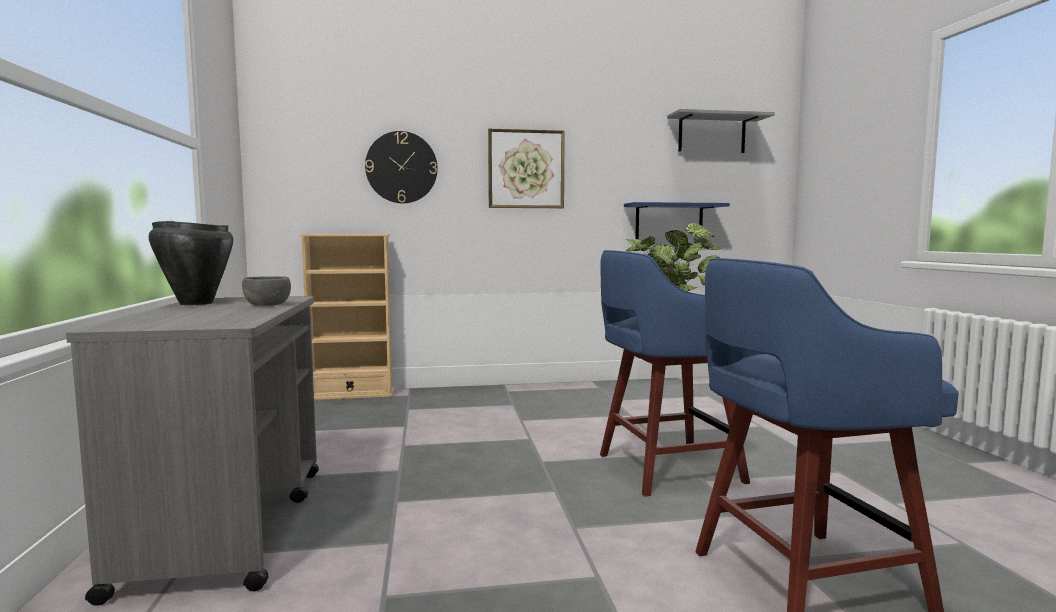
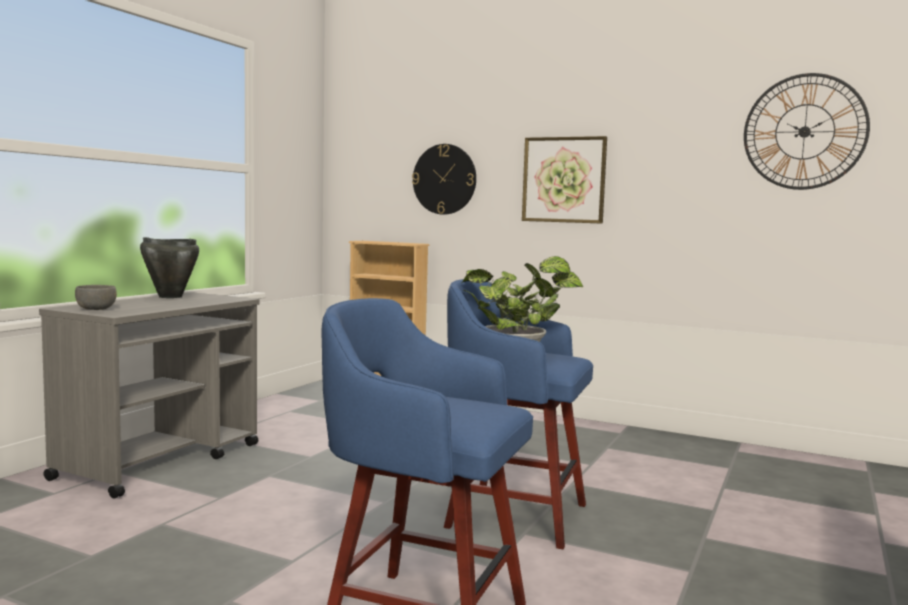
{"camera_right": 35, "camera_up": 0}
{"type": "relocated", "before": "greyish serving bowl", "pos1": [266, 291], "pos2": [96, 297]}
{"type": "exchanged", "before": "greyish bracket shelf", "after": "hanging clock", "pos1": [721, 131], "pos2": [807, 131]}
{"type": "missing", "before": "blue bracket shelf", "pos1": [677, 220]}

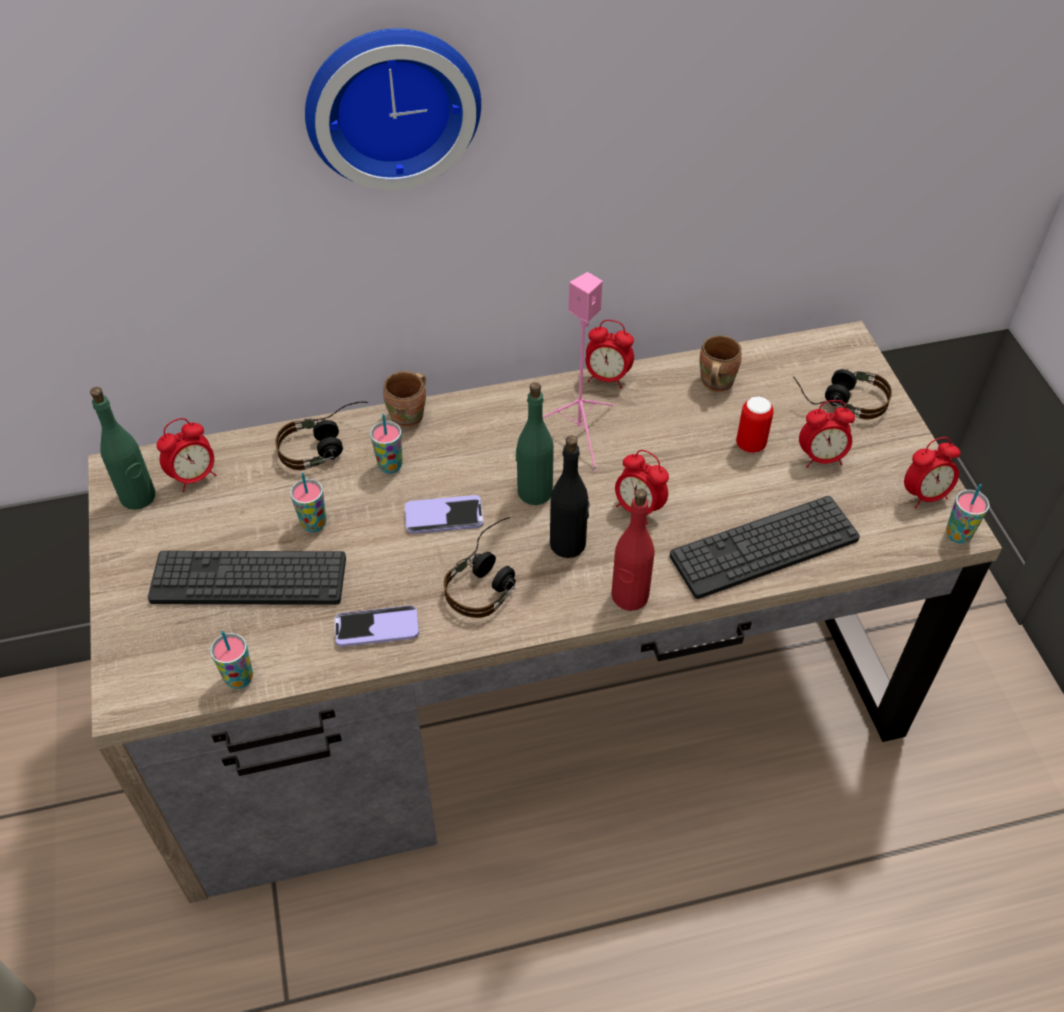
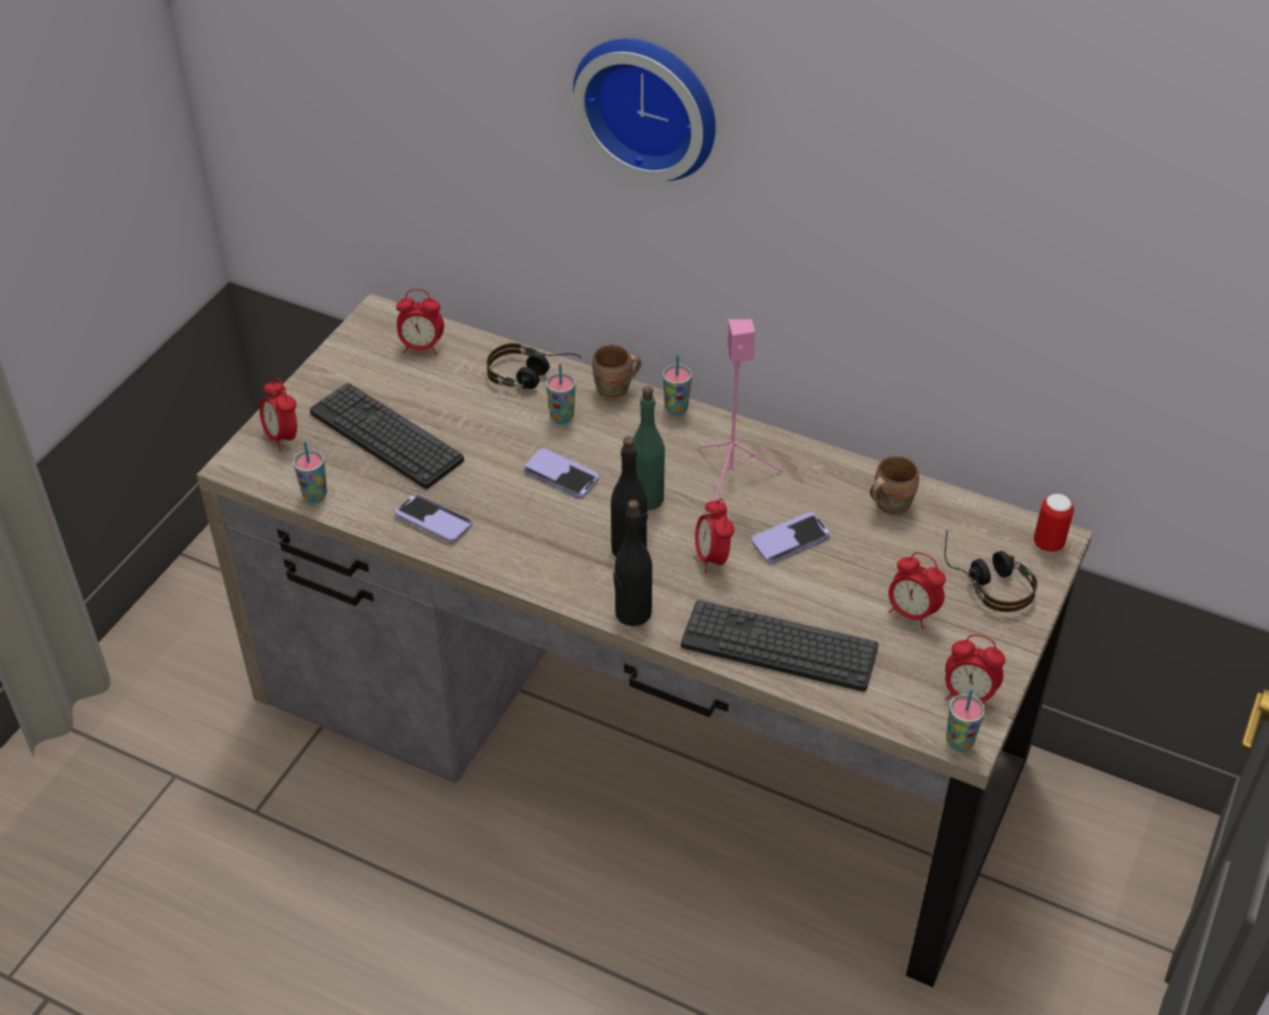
{"camera_right": 40, "camera_up": -5}
{"type": "relocated", "before": "alarm clock", "pos1": [610, 354], "pos2": [278, 414]}
{"type": "colour", "before": "red-coloured drink bottle", "after": "blackish drink bottle", "pos1": [633, 550], "pos2": [632, 563]}
{"type": "relocated", "before": "small cup", "pos1": [308, 502], "pos2": [677, 385]}
{"type": "appeared", "after": "handset", "pos2": [791, 538]}
{"type": "relocated", "before": "sealed can", "pos1": [755, 424], "pos2": [1054, 523]}
{"type": "missing", "before": "green-coloured drink bottle", "pos1": [122, 448]}
{"type": "missing", "before": "headset", "pos1": [480, 567]}

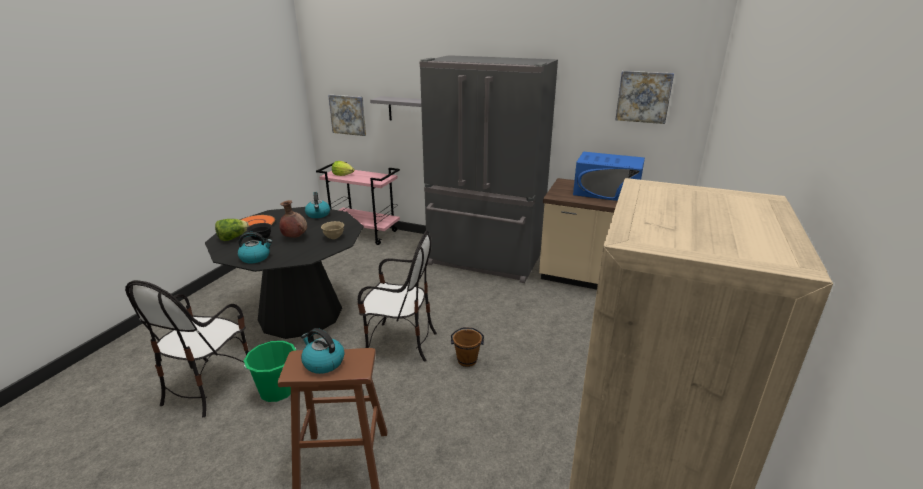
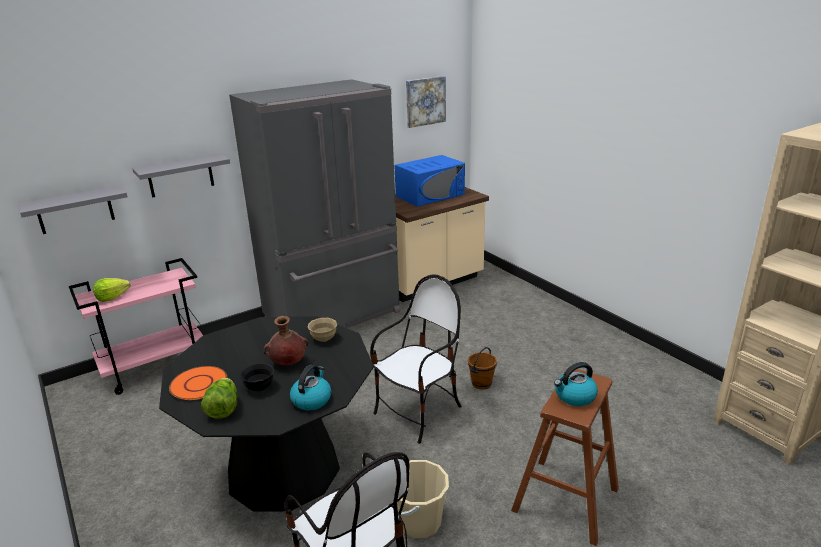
{"camera_right": -55, "camera_up": 0}
{"type": "exchanged", "before": "wall art", "after": "greyish bracket shelf", "pos1": [347, 115], "pos2": [73, 209]}
{"type": "colour", "before": "green-coloured pail", "after": "beige pail", "pos1": [270, 371], "pos2": [420, 499]}
{"type": "missing", "before": "water kettle", "pos1": [317, 205]}

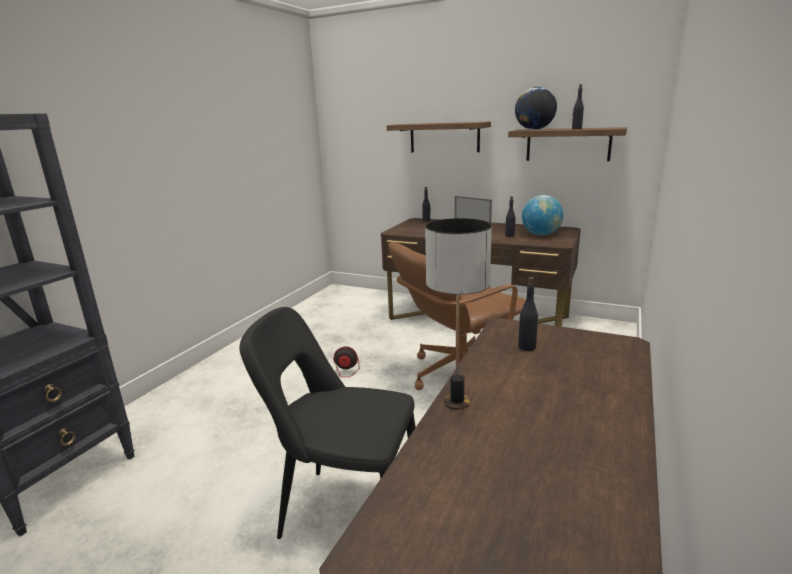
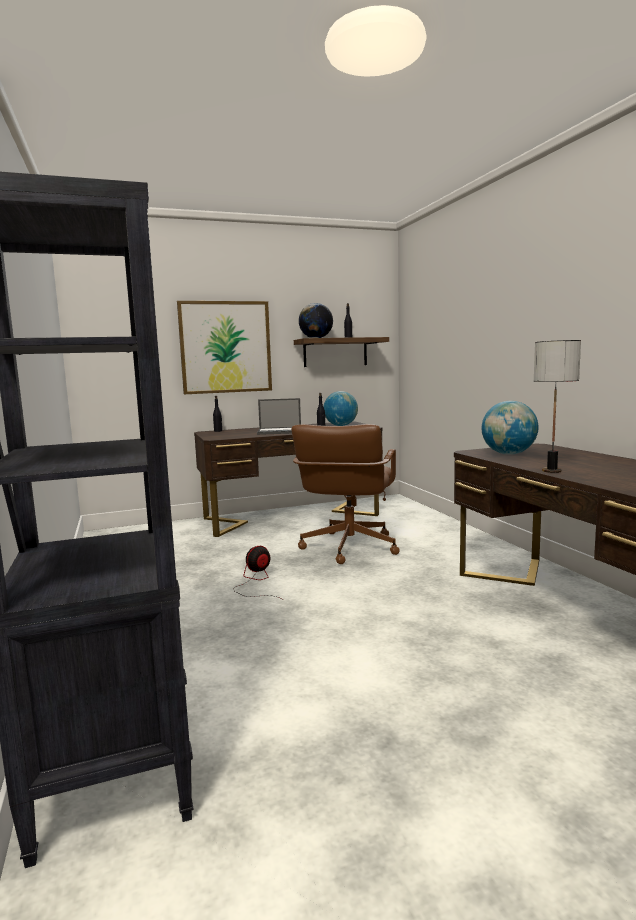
{"camera_right": -45, "camera_up": -10}
{"type": "exchanged", "before": "bracket shelf", "after": "wall art", "pos1": [439, 137], "pos2": [224, 347]}
{"type": "exchanged", "before": "blackish drink bottle", "after": "desk globe", "pos1": [528, 314], "pos2": [510, 428]}
{"type": "missing", "before": "blackish plain chair", "pos1": [327, 423]}

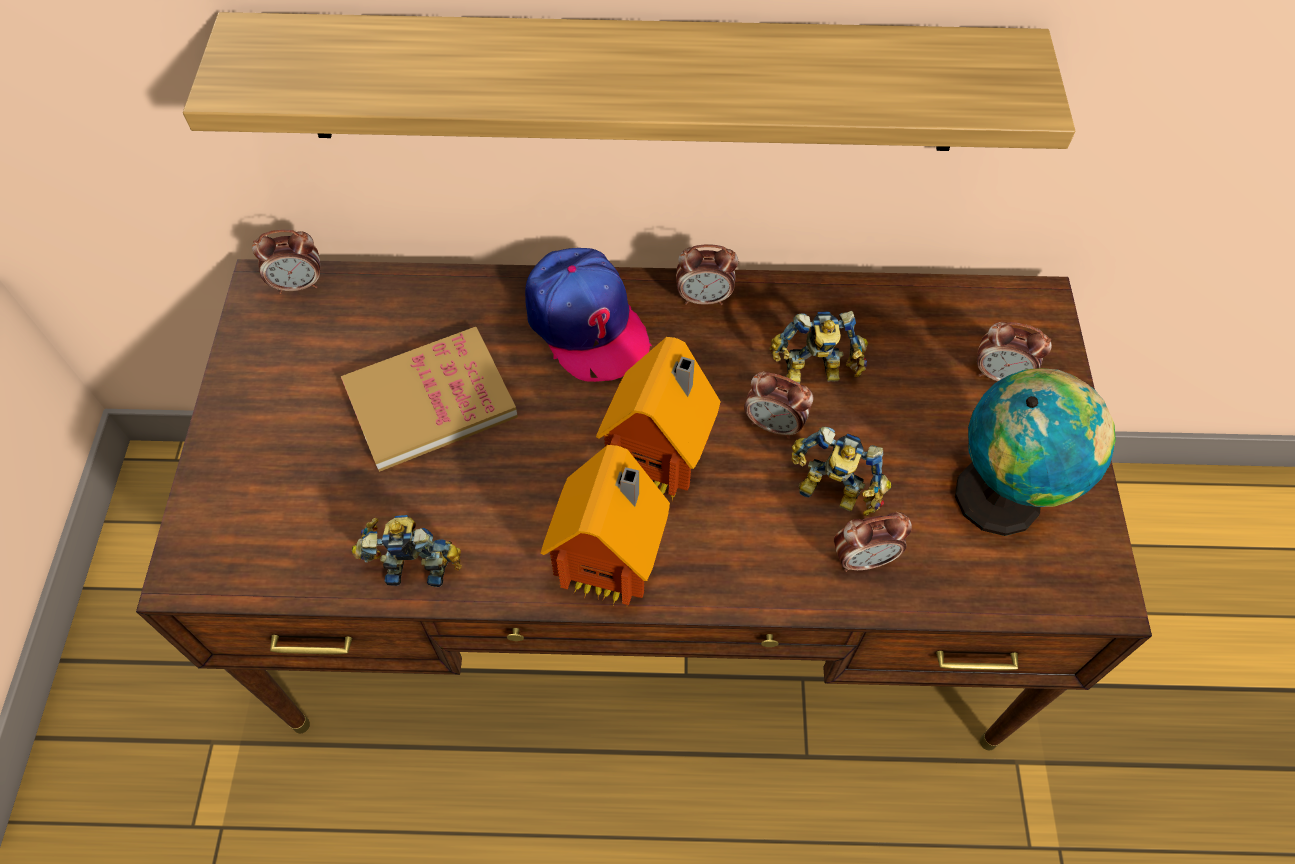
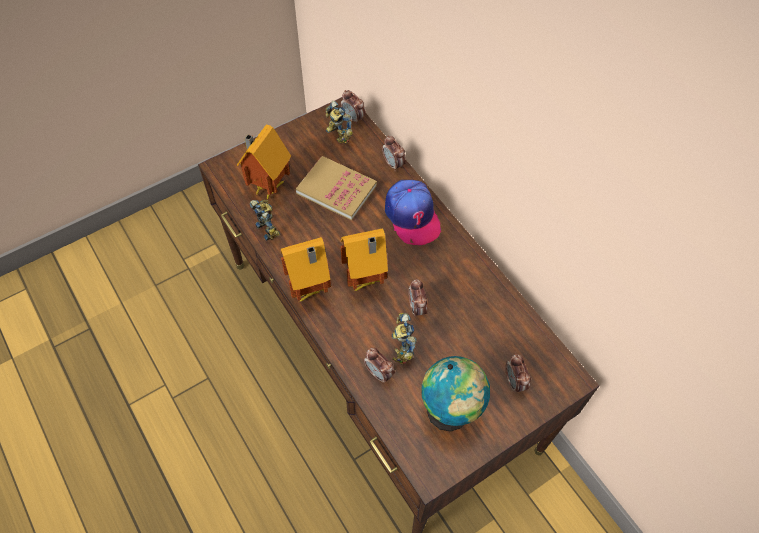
{"camera_right": 55, "camera_up": 0}
{"type": "appeared", "after": "model house", "pos2": [264, 162]}
{"type": "relocated", "before": "toy robot", "pos1": [818, 347], "pos2": [339, 122]}
{"type": "relocated", "before": "alarm clock", "pos1": [707, 275], "pos2": [394, 153]}
{"type": "spun", "before": "peaked cap", "pos1": [588, 315], "pos2": [413, 212], "turn": -45}
{"type": "missing", "before": "bracket shelf", "pos1": [629, 81]}

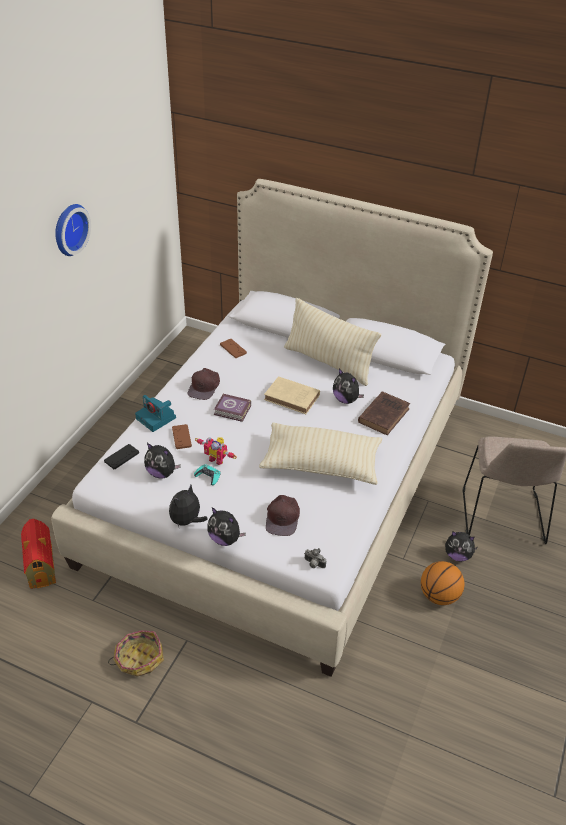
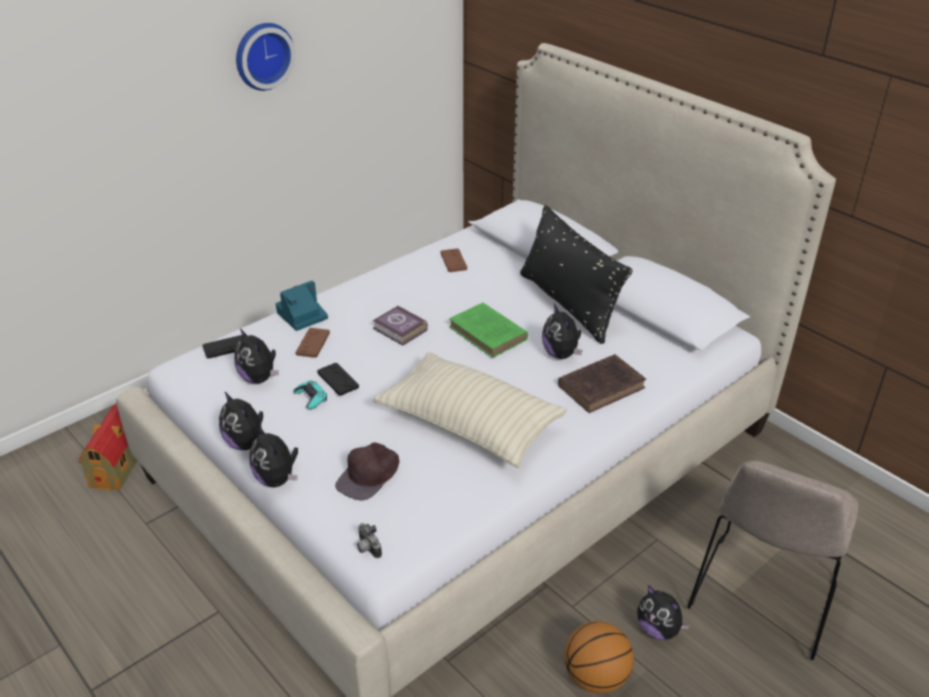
{"camera_right": 25, "camera_up": -5}
{"type": "spun", "before": "plush toy", "pos1": [188, 506], "pos2": [241, 420], "turn": -105}
{"type": "spun", "before": "photo camera", "pos1": [155, 413], "pos2": [302, 306], "turn": 75}
{"type": "exchanged", "before": "toy robot", "after": "blackish joypad", "pos1": [216, 451], "pos2": [338, 379]}
{"type": "colour", "before": "beige volume", "after": "green-coloured volume", "pos1": [292, 395], "pos2": [488, 330]}
{"type": "colour", "before": "beige pillow", "after": "blackish pillow", "pos1": [332, 342], "pos2": [576, 274]}
{"type": "missing", "before": "storage basket", "pos1": [136, 653]}
{"type": "missing", "before": "brown peaked cap", "pos1": [204, 384]}

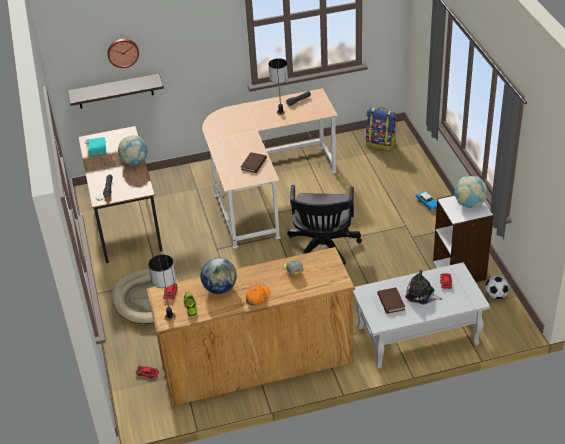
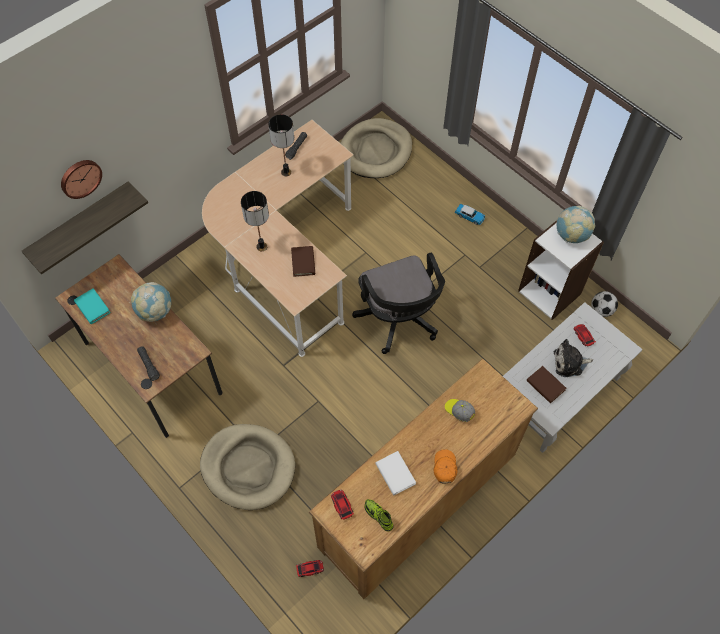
{"camera_right": -30, "camera_up": 20}
{"type": "relocated", "before": "table lamp", "pos1": [162, 287], "pos2": [255, 221]}
{"type": "exchanged", "before": "backpack", "after": "beige pet bed", "pos1": [381, 128], "pos2": [376, 148]}
{"type": "exchanged", "before": "desk globe", "after": "white-coloured volume", "pos1": [218, 276], "pos2": [395, 473]}

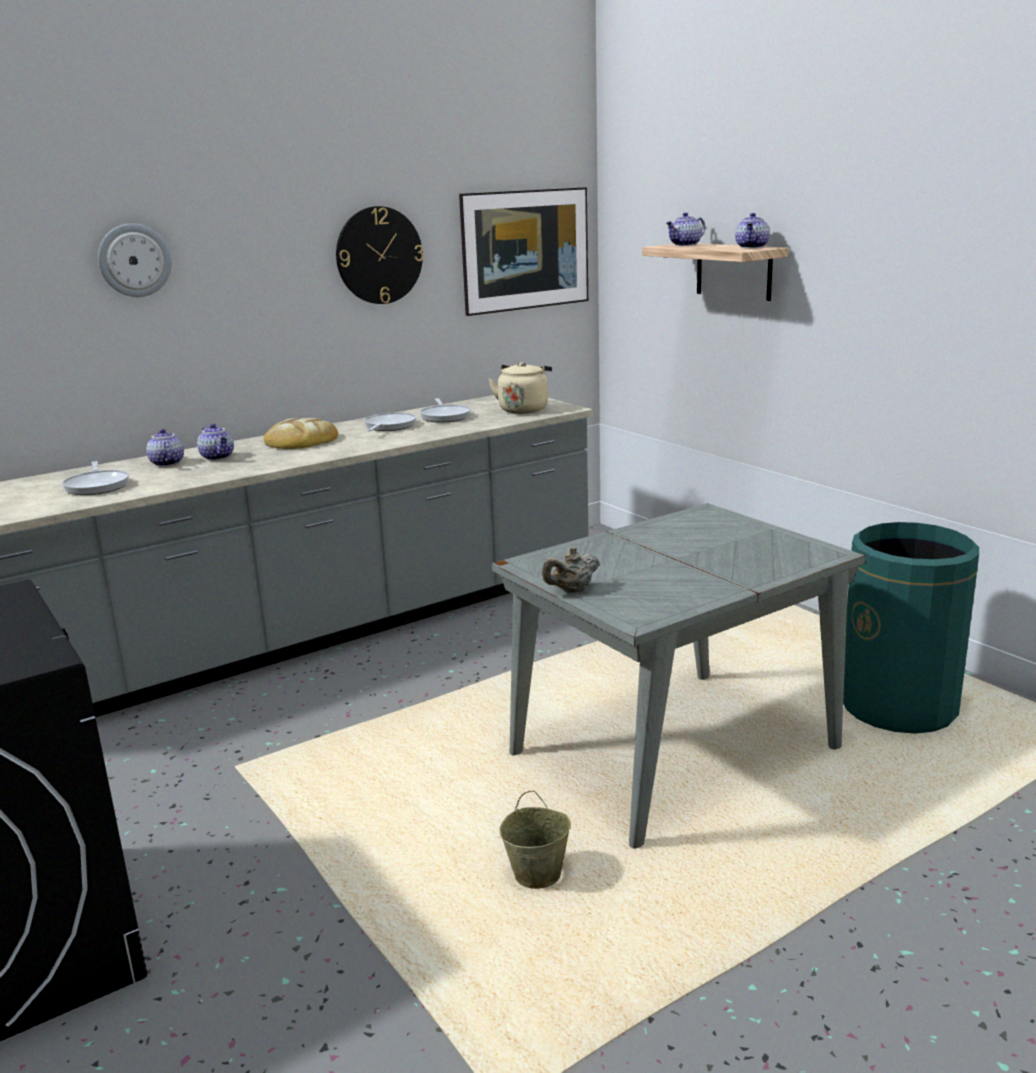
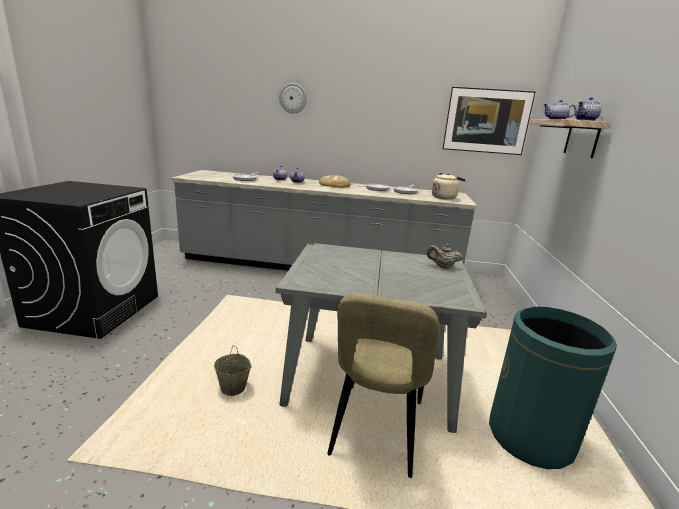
{"camera_right": 40, "camera_up": 0}
{"type": "appeared", "after": "beige plain chair", "pos2": [383, 385]}
{"type": "relocated", "before": "beige teapot", "pos1": [571, 570], "pos2": [445, 256]}
{"type": "missing", "before": "hanging clock", "pos1": [380, 255]}

